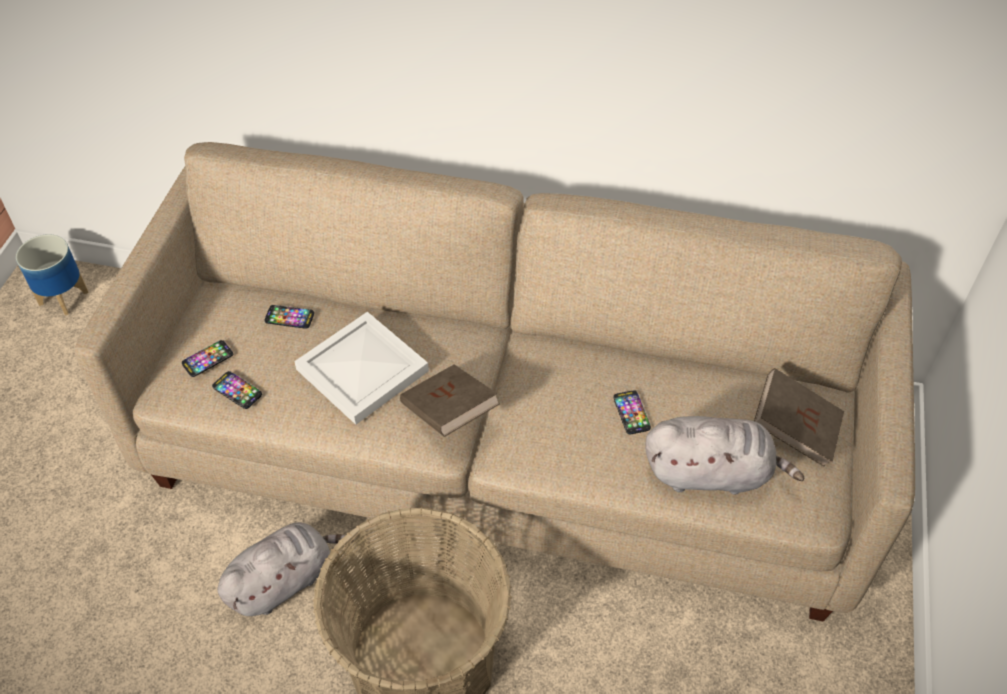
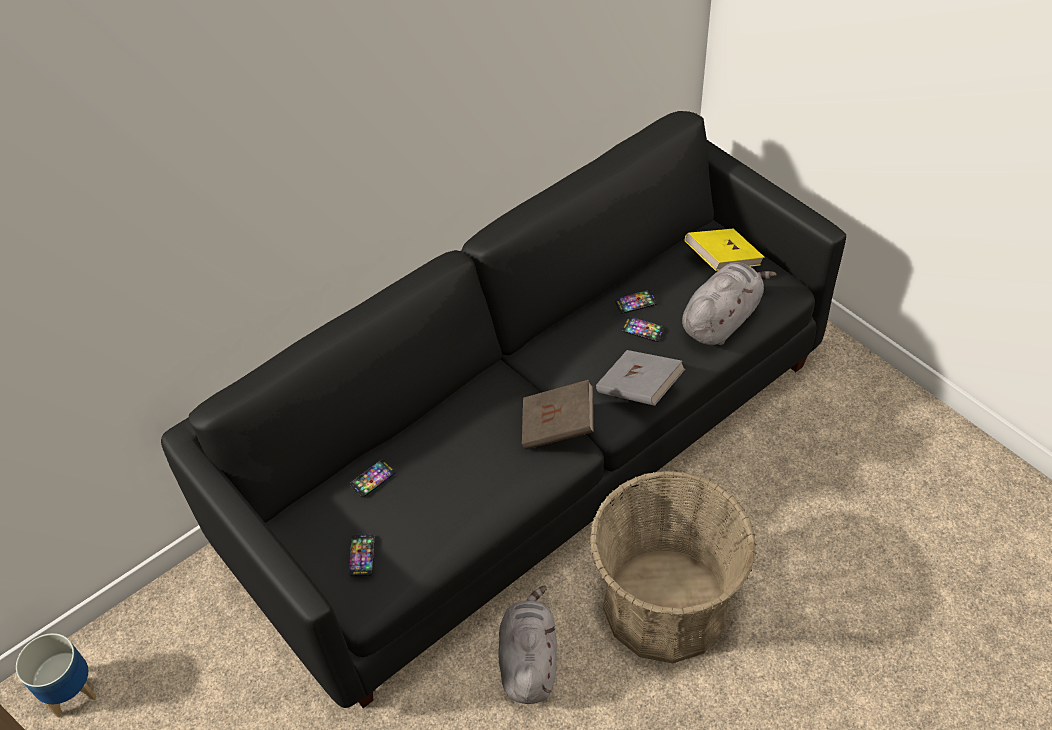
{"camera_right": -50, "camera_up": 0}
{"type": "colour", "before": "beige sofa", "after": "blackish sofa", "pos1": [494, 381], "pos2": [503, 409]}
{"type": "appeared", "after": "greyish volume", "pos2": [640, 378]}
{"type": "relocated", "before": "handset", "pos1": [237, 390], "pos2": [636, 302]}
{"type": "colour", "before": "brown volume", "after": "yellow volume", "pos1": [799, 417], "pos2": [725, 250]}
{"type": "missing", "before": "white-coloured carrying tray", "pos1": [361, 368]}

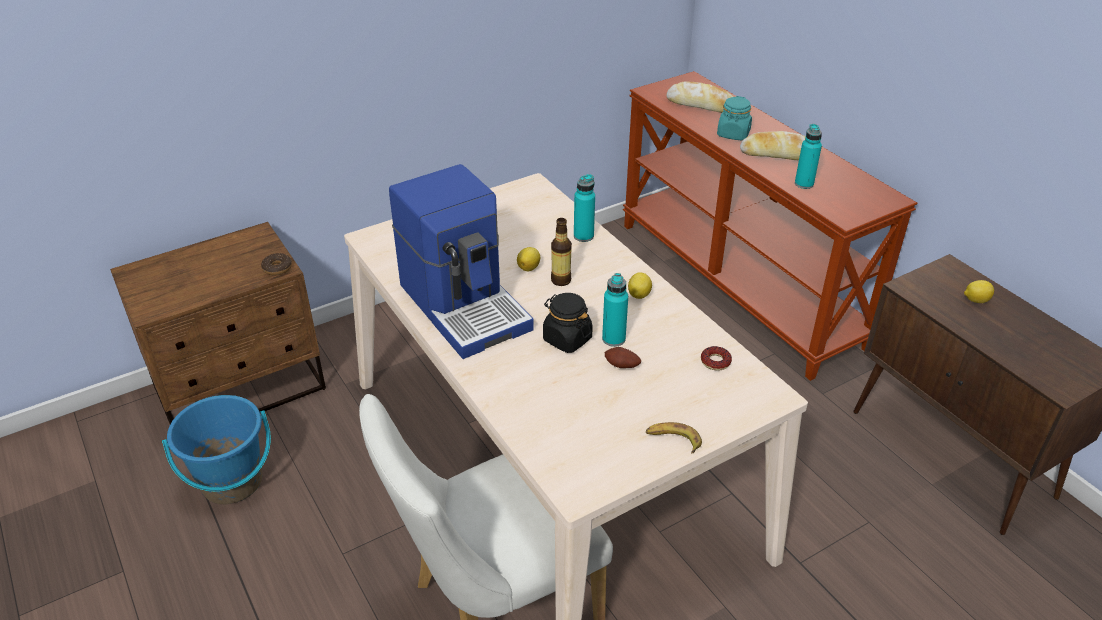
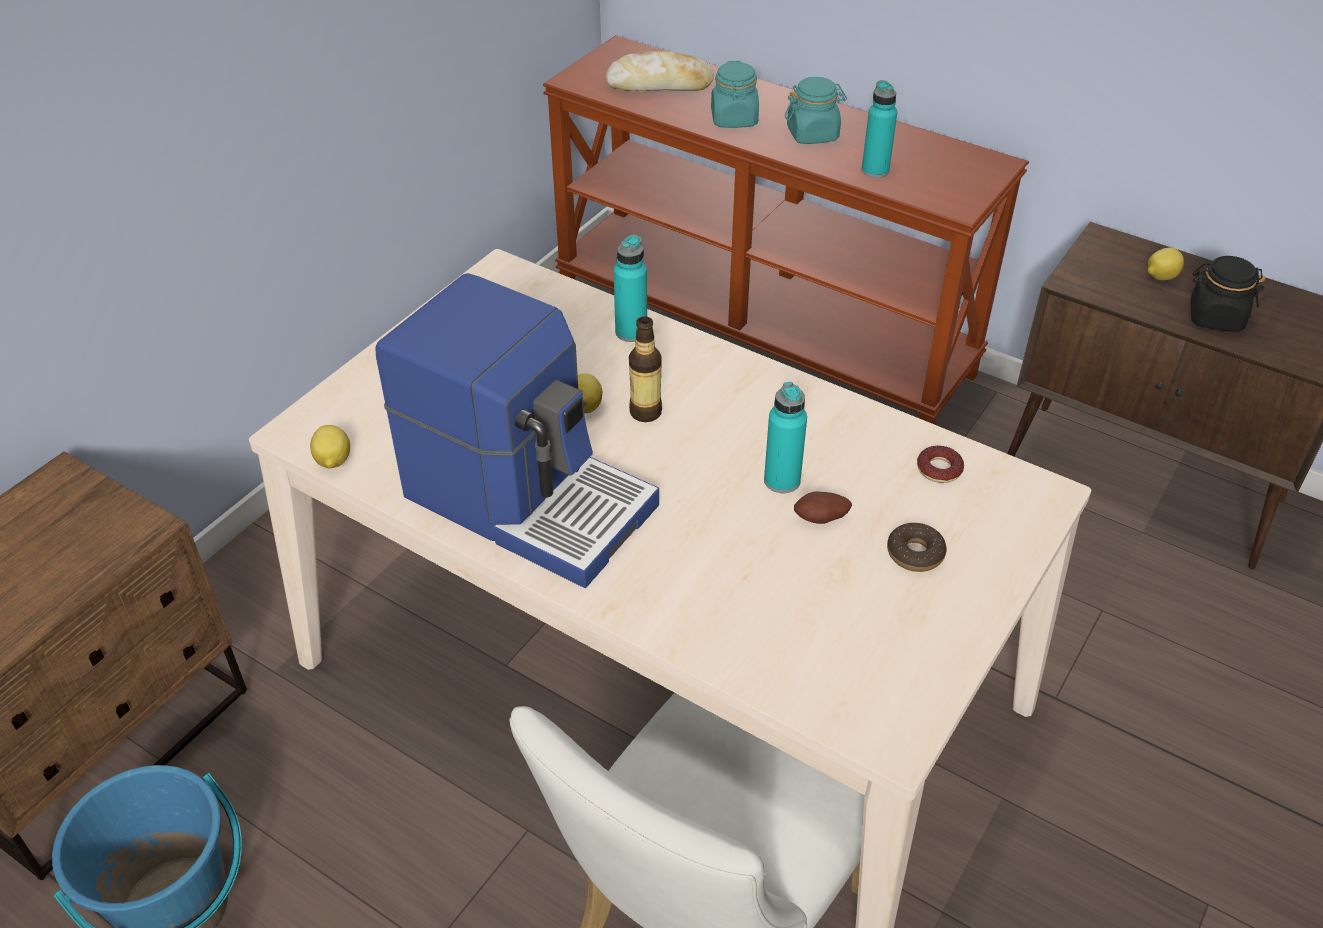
{"camera_right": -25, "camera_up": 5}
{"type": "relocated", "before": "lemon", "pos1": [640, 285], "pos2": [330, 446]}
{"type": "exchanged", "before": "bakery bread", "after": "turquoise-coloured storage jar", "pos1": [773, 145], "pos2": [816, 110]}
{"type": "relocated", "before": "ring doughnut", "pos1": [276, 264], "pos2": [917, 547]}
{"type": "relocated", "before": "blackish storage jar", "pos1": [568, 323], "pos2": [1228, 294]}
{"type": "missing", "before": "whole banana", "pos1": [674, 437]}

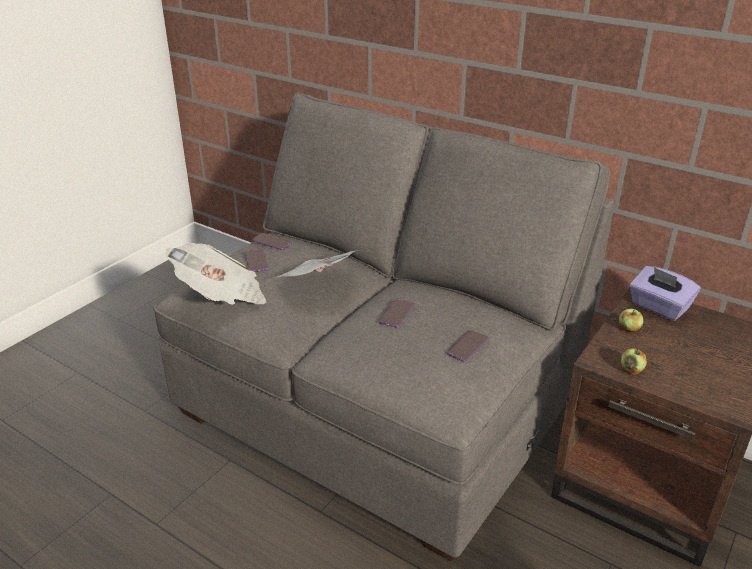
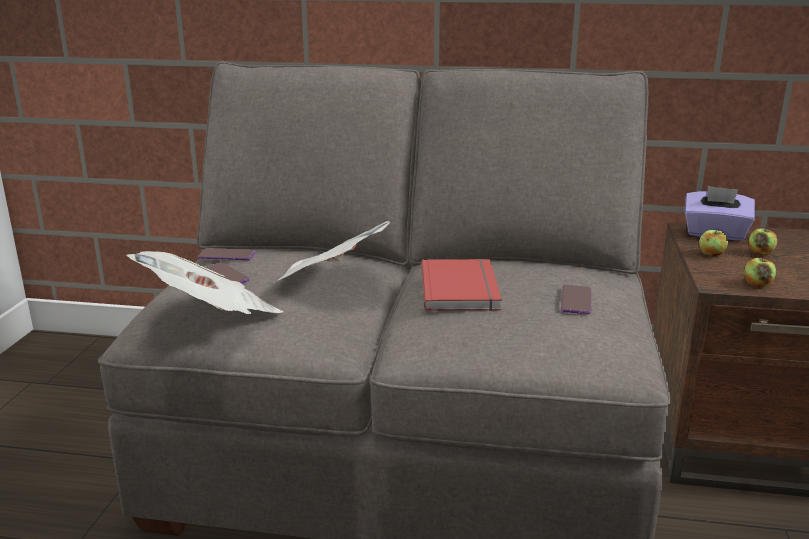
{"camera_right": -25, "camera_up": -10}
{"type": "exchanged", "before": "handset", "after": "red-coloured volume", "pos1": [396, 313], "pos2": [461, 285]}
{"type": "appeared", "after": "apple", "pos2": [763, 240]}

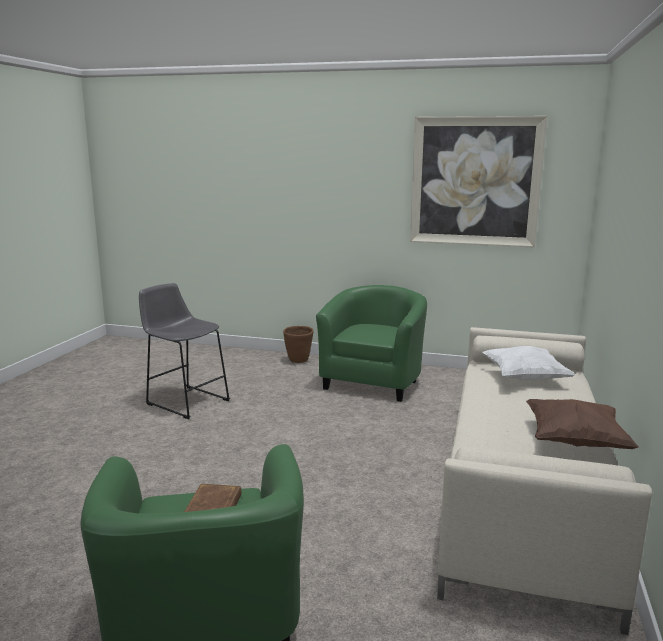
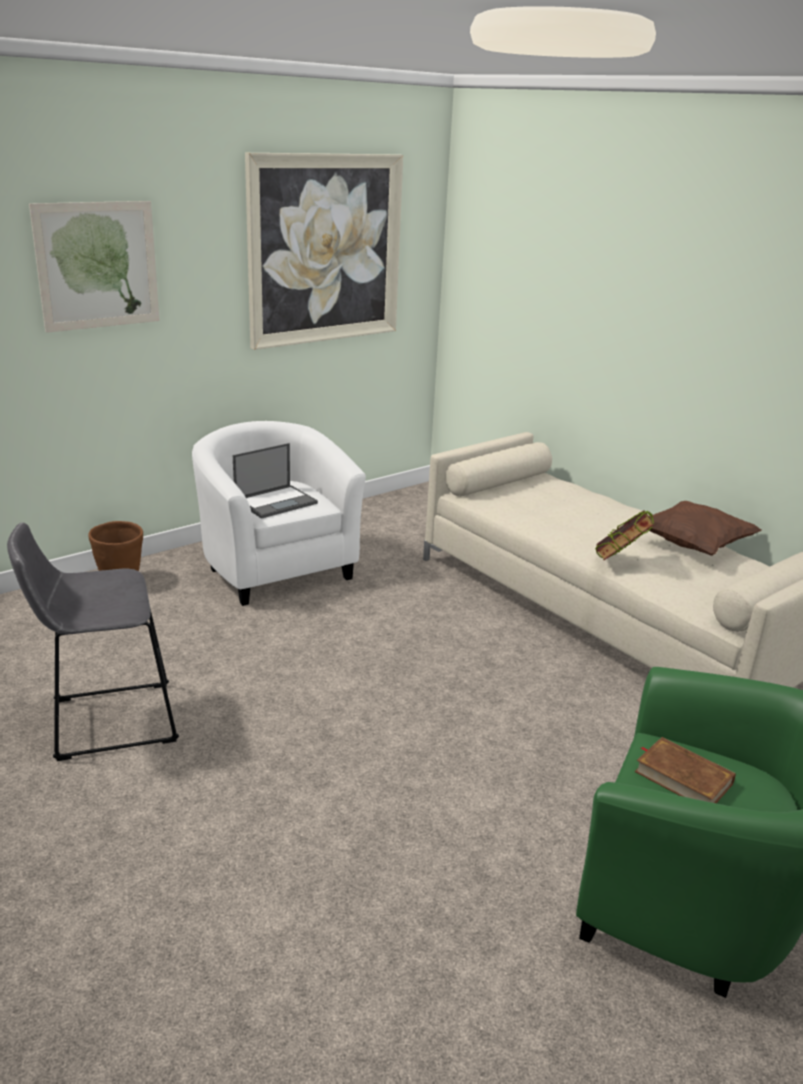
{"camera_right": -55, "camera_up": 10}
{"type": "appeared", "after": "wall art", "pos2": [94, 267]}
{"type": "colour", "before": "green-coloured armchair", "after": "white-coloured armchair", "pos1": [371, 343], "pos2": [279, 513]}
{"type": "appeared", "after": "portable computer", "pos2": [275, 481]}
{"type": "appeared", "after": "volume", "pos2": [624, 535]}
{"type": "missing", "before": "white-coloured pillow", "pos1": [529, 363]}

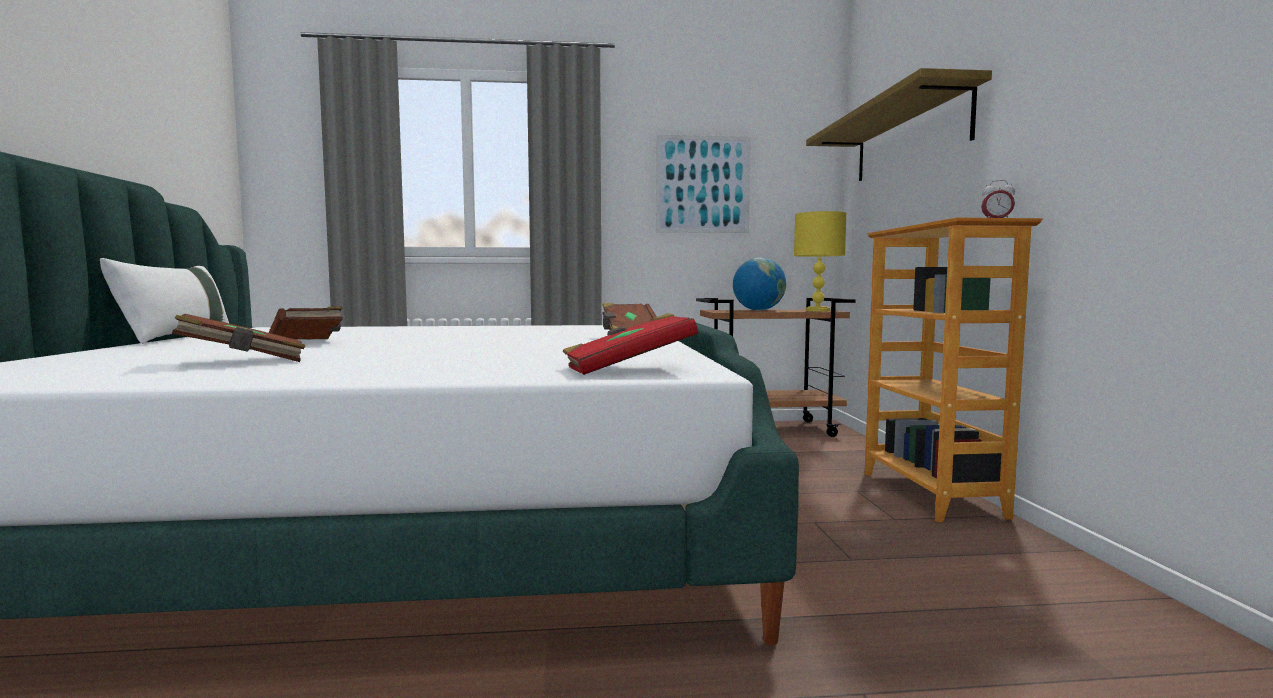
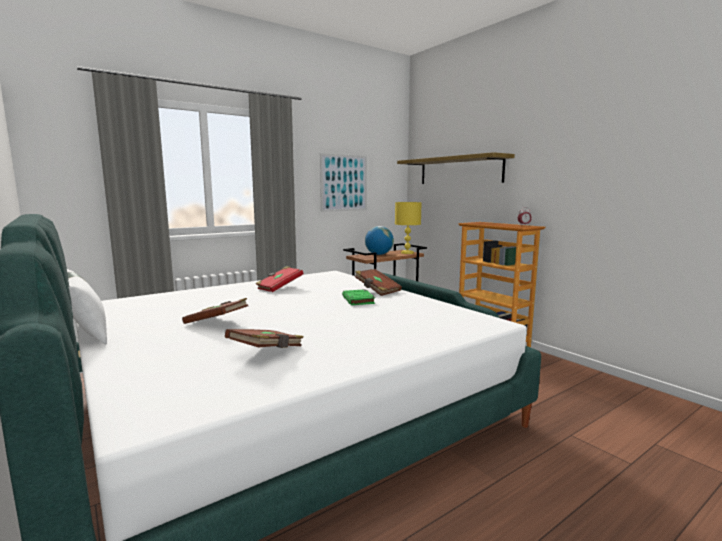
{"camera_right": -30, "camera_up": 5}
{"type": "relocated", "before": "red-coloured volume", "pos1": [630, 344], "pos2": [280, 279]}
{"type": "appeared", "after": "green-coloured volume", "pos2": [358, 297]}

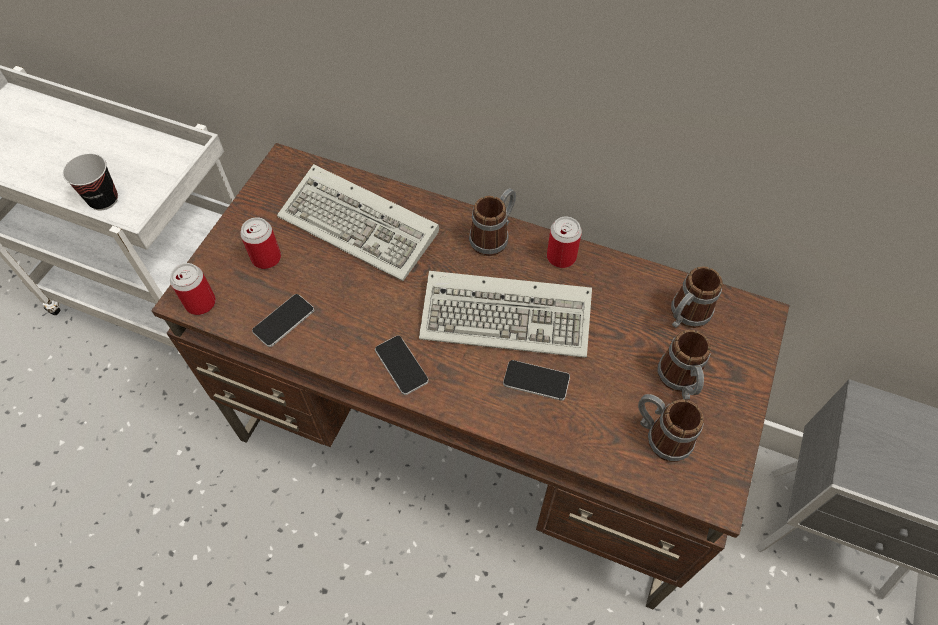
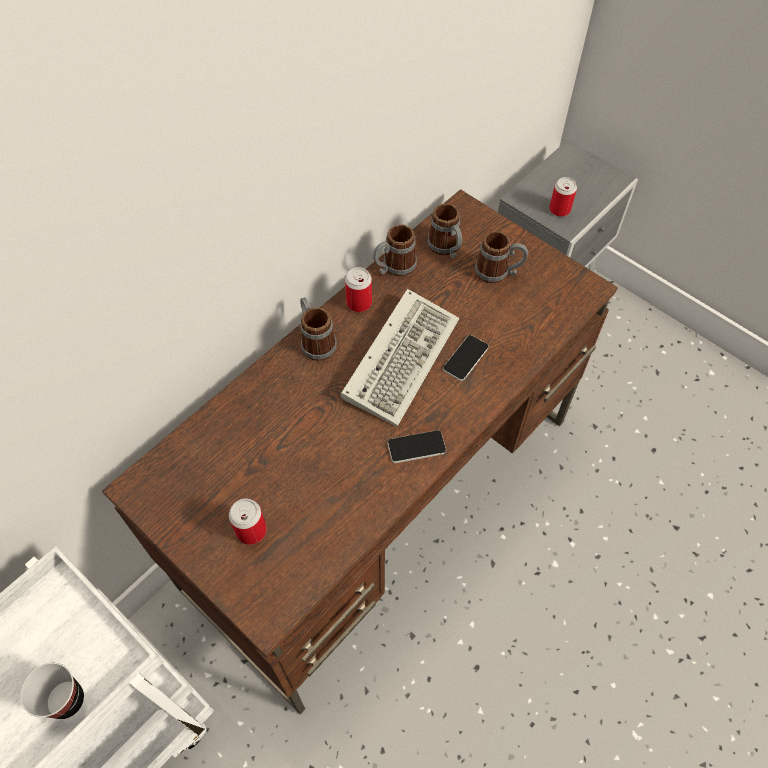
{"camera_right": -70, "camera_up": 0}
{"type": "relocated", "before": "coffee mug", "pos1": [671, 428], "pos2": [395, 250]}
{"type": "relocated", "before": "sealed can", "pos1": [193, 289], "pos2": [563, 197]}
{"type": "missing", "before": "handset", "pos1": [283, 320]}
{"type": "missing", "before": "keyboard", "pos1": [358, 222]}

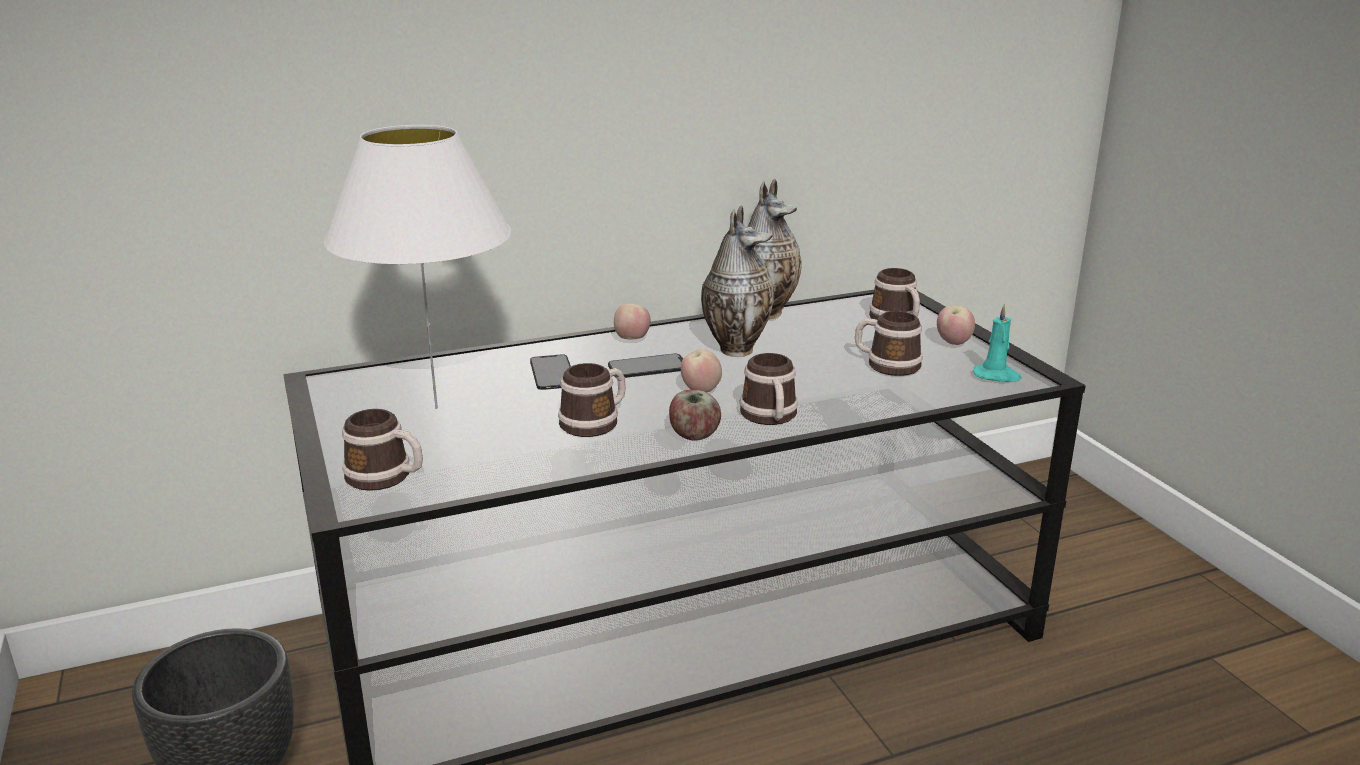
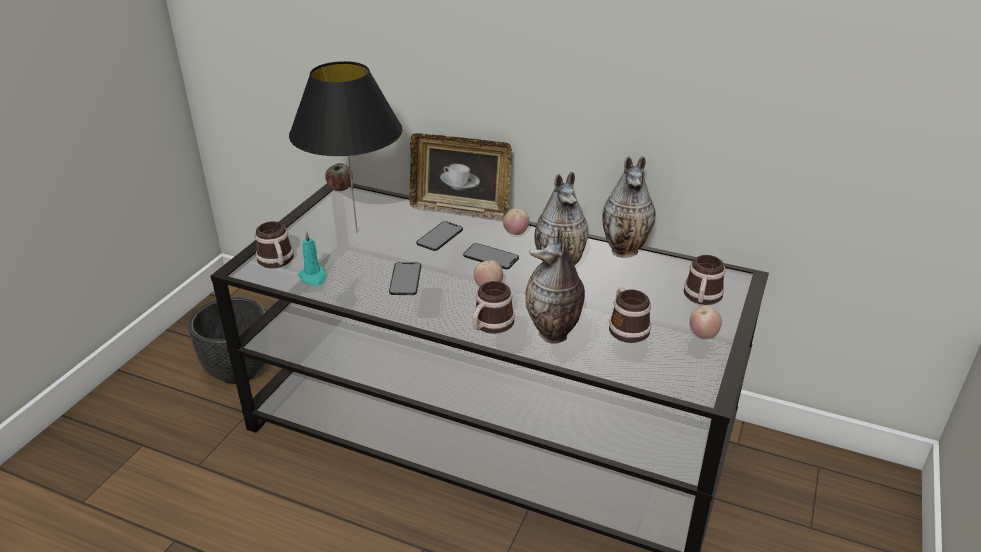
{"camera_right": 45, "camera_up": 10}
{"type": "colour", "before": "white-coloured table lamp", "after": "blackish table lamp", "pos1": [417, 267], "pos2": [346, 146]}
{"type": "relocated", "before": "turquoise-coloured wax candle", "pos1": [997, 343], "pos2": [312, 258]}
{"type": "relocated", "before": "apple", "pos1": [695, 415], "pos2": [339, 177]}
{"type": "exchanged", "before": "coffee mug", "after": "handset", "pos1": [592, 400], "pos2": [405, 278]}
{"type": "appeared", "after": "standing frame", "pos2": [460, 177]}
{"type": "appeared", "after": "flower vase", "pos2": [555, 286]}

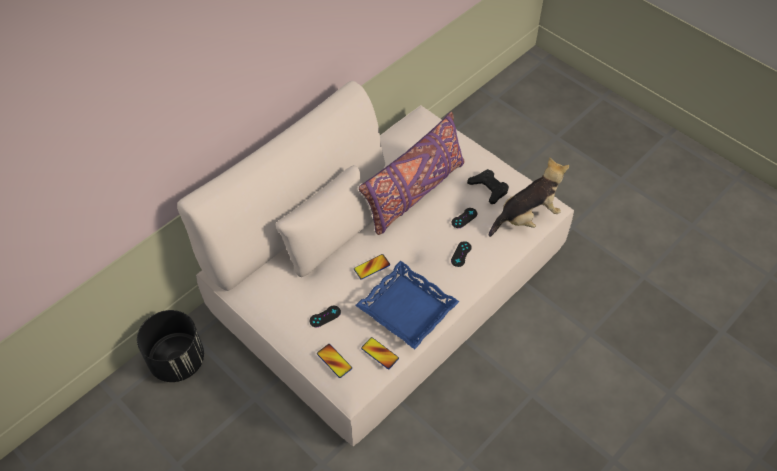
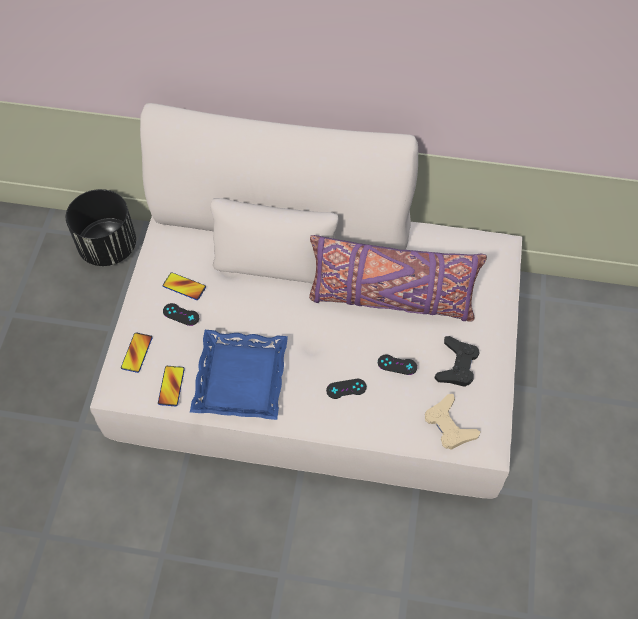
{"camera_right": 55, "camera_up": 5}
{"type": "relocated", "before": "handset", "pos1": [372, 267], "pos2": [184, 286]}
{"type": "exchanged", "before": "plush toy", "after": "beige joypad", "pos1": [529, 197], "pos2": [453, 422]}

